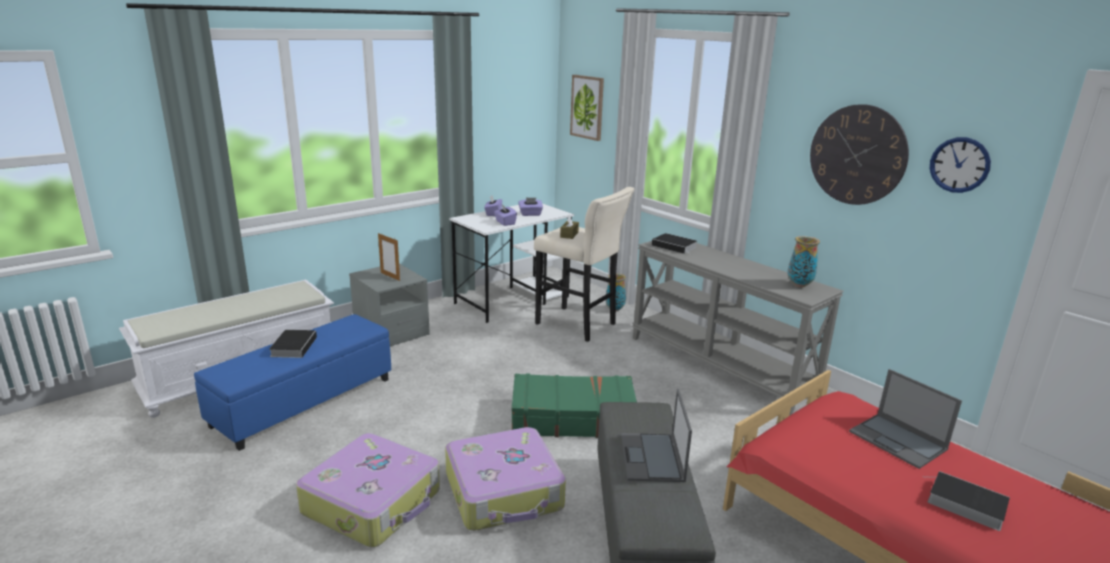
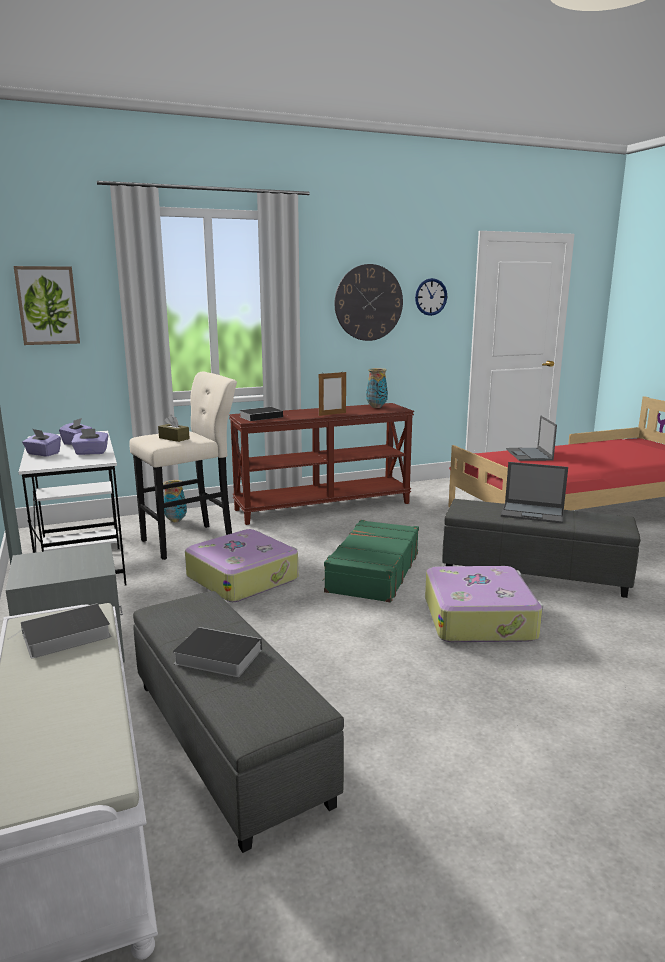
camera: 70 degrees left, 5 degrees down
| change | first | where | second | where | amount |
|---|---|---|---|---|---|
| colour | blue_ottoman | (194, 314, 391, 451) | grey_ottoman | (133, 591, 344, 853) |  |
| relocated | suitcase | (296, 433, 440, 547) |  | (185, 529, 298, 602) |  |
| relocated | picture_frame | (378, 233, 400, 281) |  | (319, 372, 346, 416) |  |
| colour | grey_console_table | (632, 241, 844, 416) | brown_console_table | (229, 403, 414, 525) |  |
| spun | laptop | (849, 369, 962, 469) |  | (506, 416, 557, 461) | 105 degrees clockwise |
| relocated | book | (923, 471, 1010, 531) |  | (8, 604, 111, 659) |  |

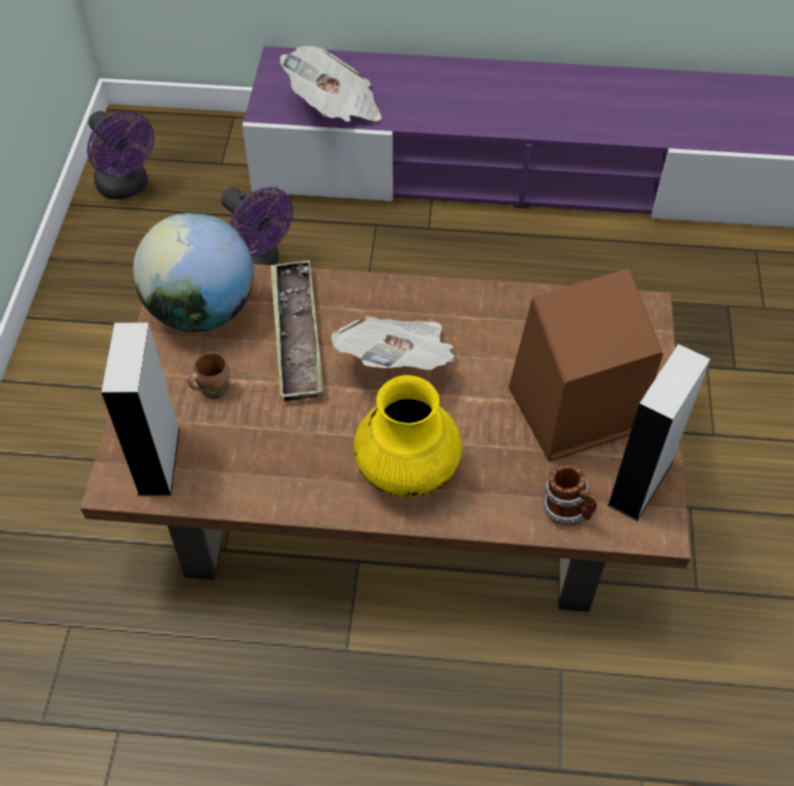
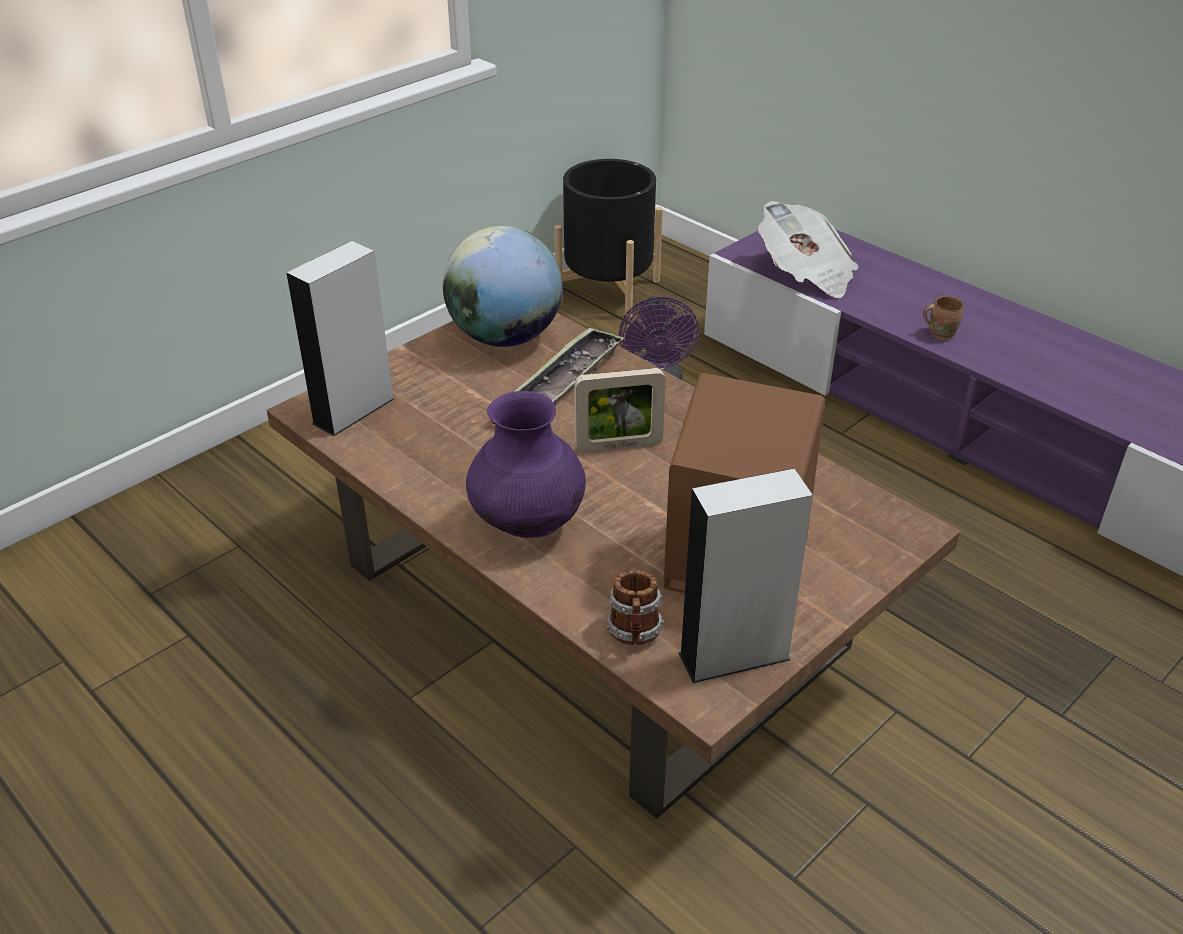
camera: 40 degrees right, 15 degrees down
| change | first | where | second | where | amount |
|---|---|---|---|---|---|
| exchanged | purple_fan | (87, 111, 154, 199) | black_planter | (554, 159, 663, 318) |  |
| relocated | brown_mug | (188, 352, 230, 400) |  | (923, 296, 964, 340) |  |
| exchanged | newspaper | (331, 316, 455, 370) | picture_frame | (574, 368, 666, 453) |  |
| colour | yellow_vase | (354, 375, 462, 497) | purple_vase | (466, 391, 586, 538) |  |

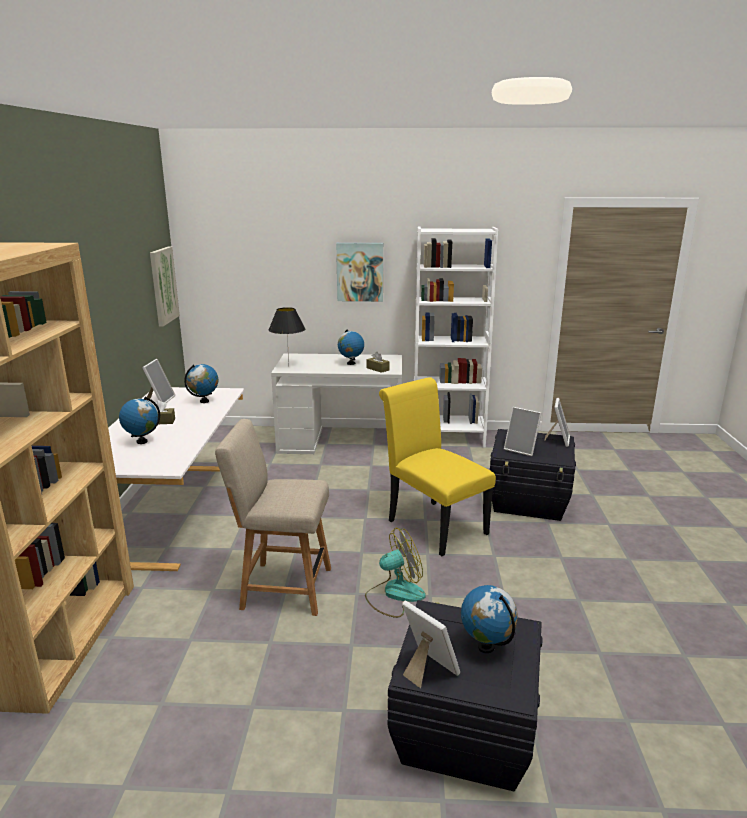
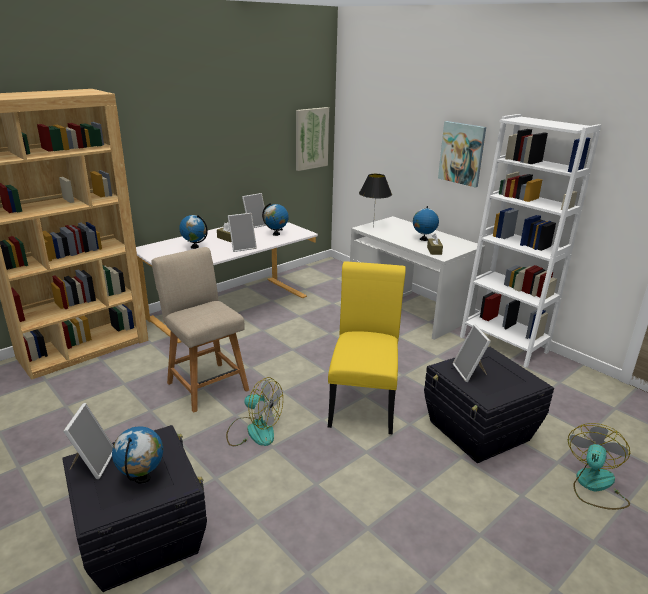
camera: 45 degrees right, 5 degrees up
| change | first | where | second | where | amount |
|---|---|---|---|---|---|
| relocated | picture_frame | (544, 398, 570, 447) |  | (228, 213, 257, 252) |  |
| appeared |  |  | fan | (568, 423, 630, 510) |  |

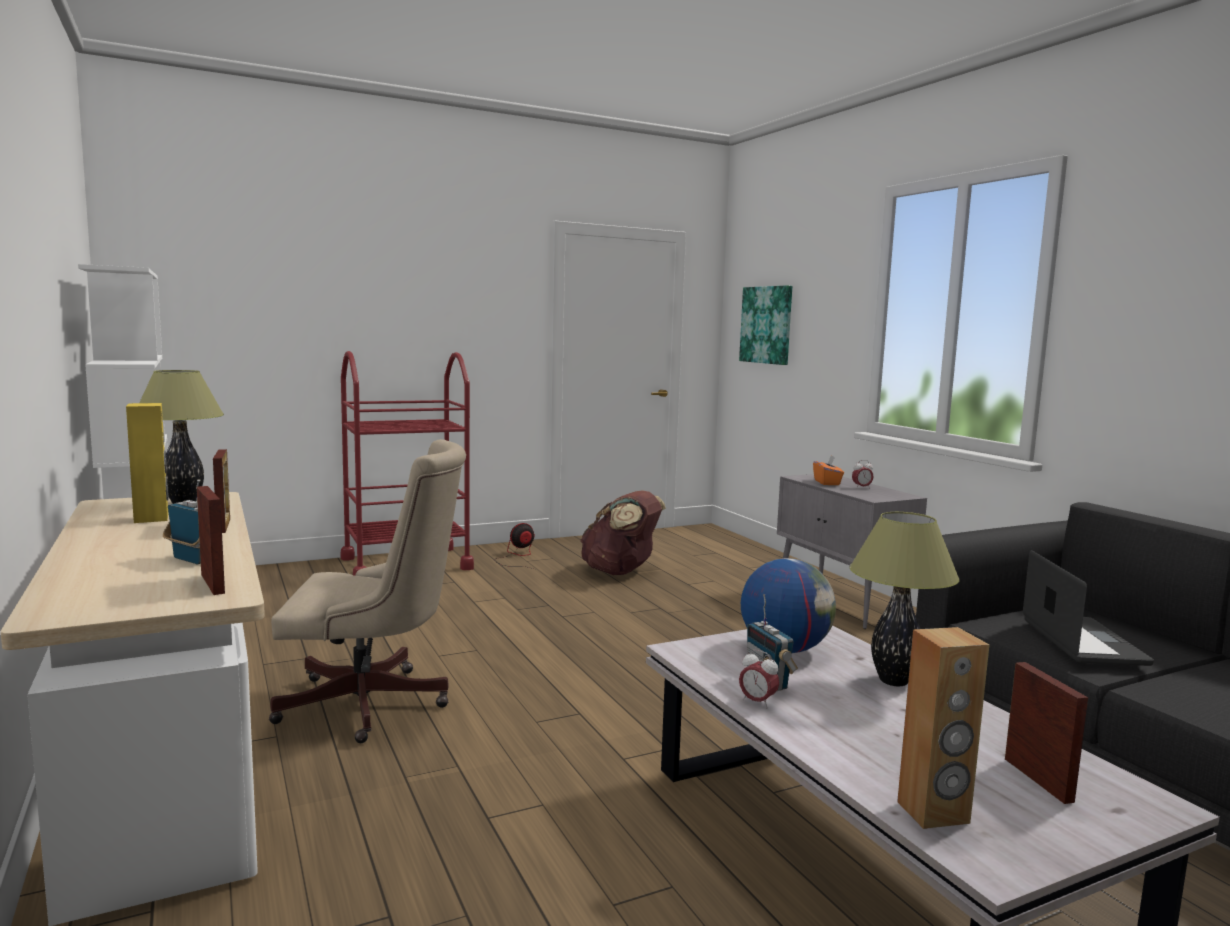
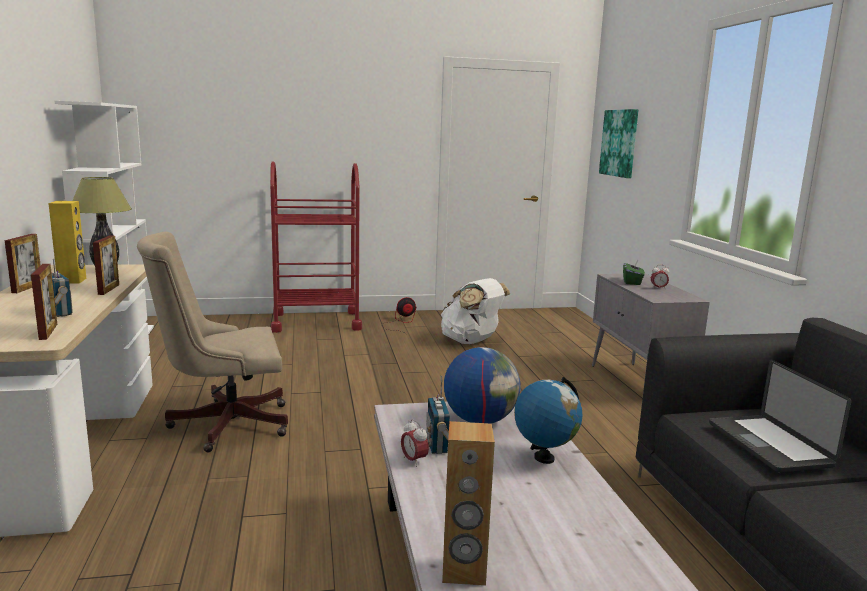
camera: 15 degrees right, 5 degrees up
| change | first | where | second | where | amount |
|---|---|---|---|---|---|
| spun | beige_office_chair | (269, 439, 466, 743) |  | (137, 232, 288, 453) | 150 degrees clockwise |
| colour | brown_backpack | (580, 490, 666, 575) | white_backpack | (441, 278, 510, 344) |  |
| colour | orange_tissue_box | (813, 455, 844, 485) | green_tissue_box | (623, 260, 645, 285) |  |
| exchanged | table_lamp | (850, 512, 960, 686) | globe | (514, 377, 583, 464) |  |
| relocated | picture_frame | (1005, 662, 1088, 804) |  | (5, 234, 41, 293) |  |
| spun | laptop | (1023, 550, 1154, 666) |  | (709, 360, 851, 472) | 150 degrees clockwise |

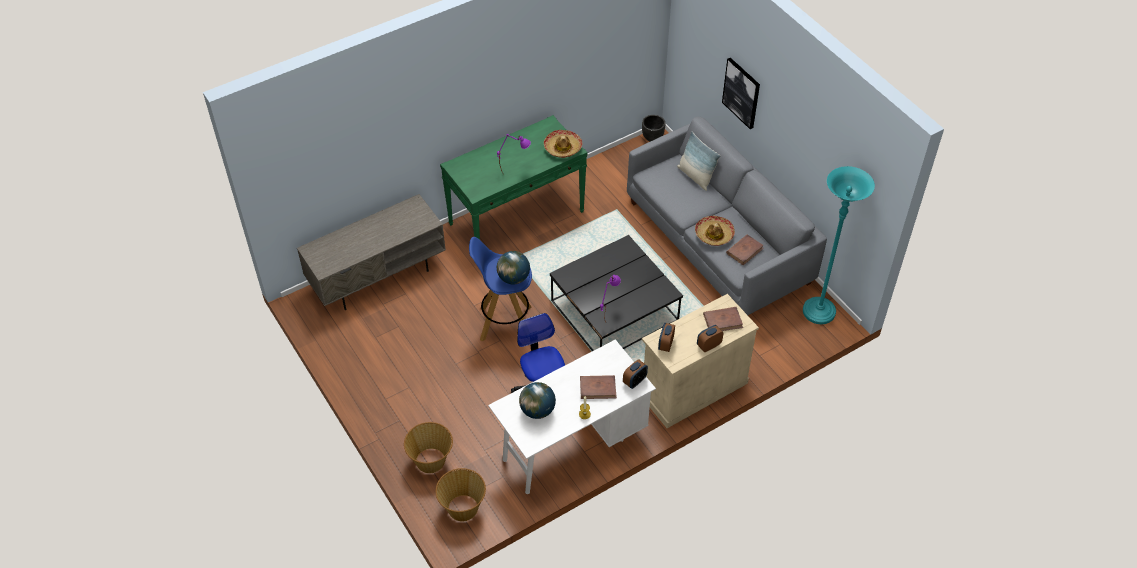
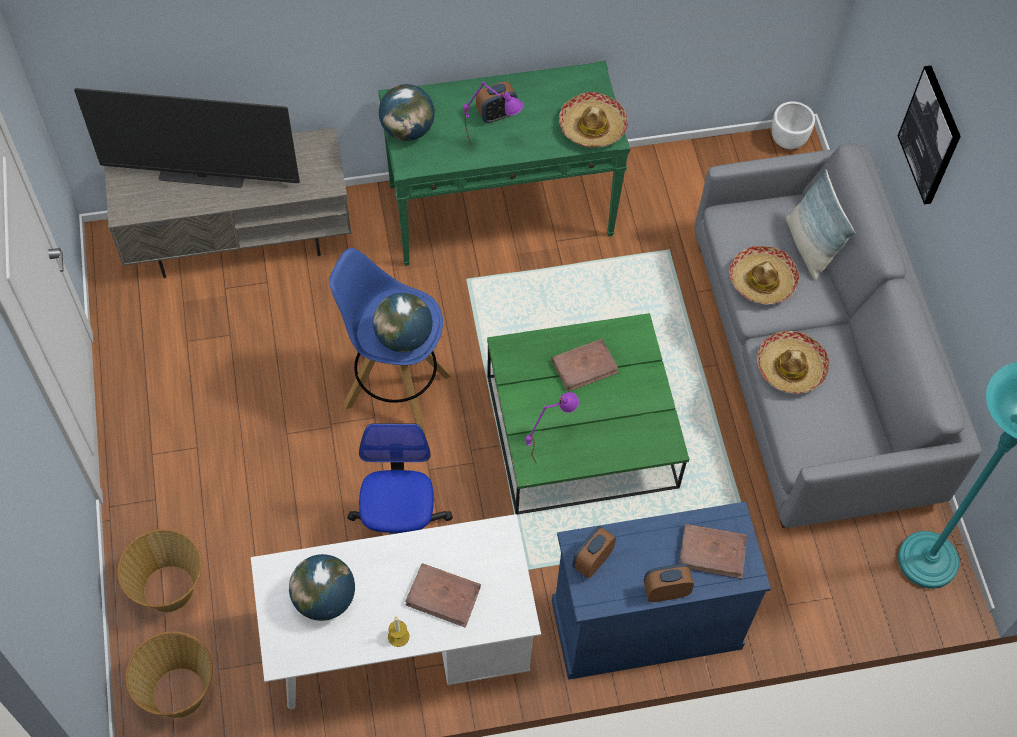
camera: 20 degrees right, 10 degrees up
| change | first | where | second | where | amount |
|---|---|---|---|---|---|
| colour | black_coffee_table | (550, 235, 683, 351) | green_coffee_table | (487, 313, 689, 515) |  |
| relocated | alarm_clock | (623, 359, 648, 389) |  | (476, 81, 518, 123) |  |
| colour | black_planter | (642, 115, 665, 142) | white_planter | (772, 101, 815, 149) |  |
| colour | beige_cabinet | (642, 294, 759, 428) | blue_cabinet | (552, 502, 771, 680) |  |
| relocated | brown_book | (726, 234, 764, 265) |  | (551, 339, 619, 392) |  |
| appeared |  |  | television | (74, 88, 300, 188) |  |
| appeared |  |  | globe | (379, 84, 435, 141) |  |
| appeared |  |  | hat | (729, 246, 799, 304) |  |

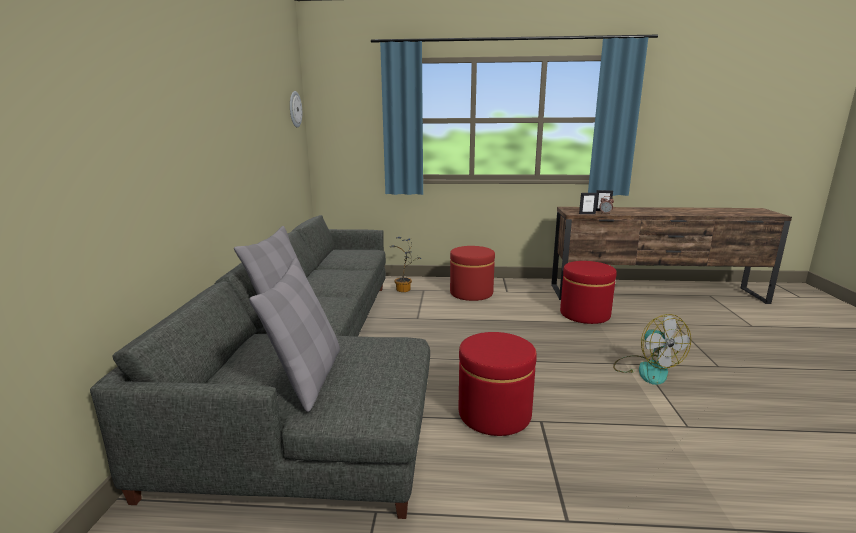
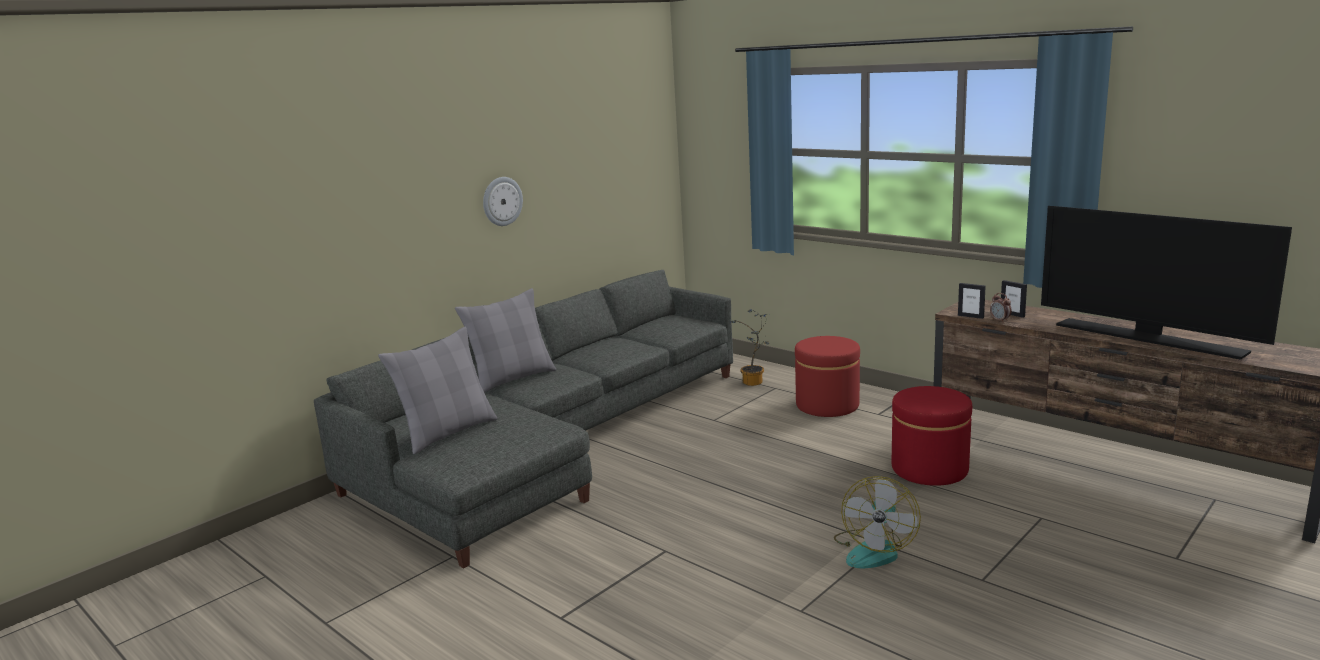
camera: 40 degrees right, 0 degrees up
| change | first | where | second | where | amount |
|---|---|---|---|---|---|
| relocated | wall_clock | (290, 91, 302, 128) |  | (483, 177, 523, 226) |  |
| missing | red_ottoman | (459, 332, 537, 436) |  |  |  |
| appeared |  |  | television | (1041, 206, 1292, 360) |  |

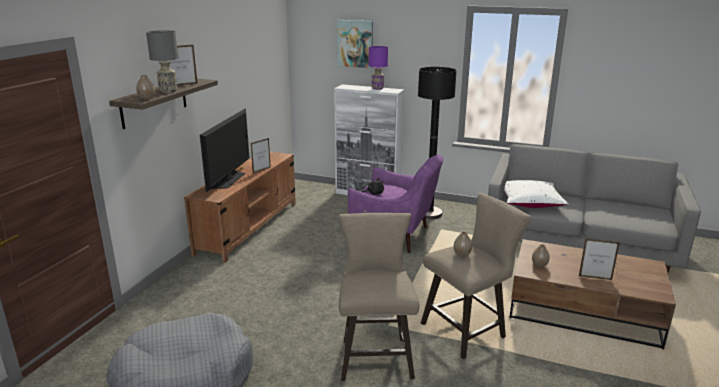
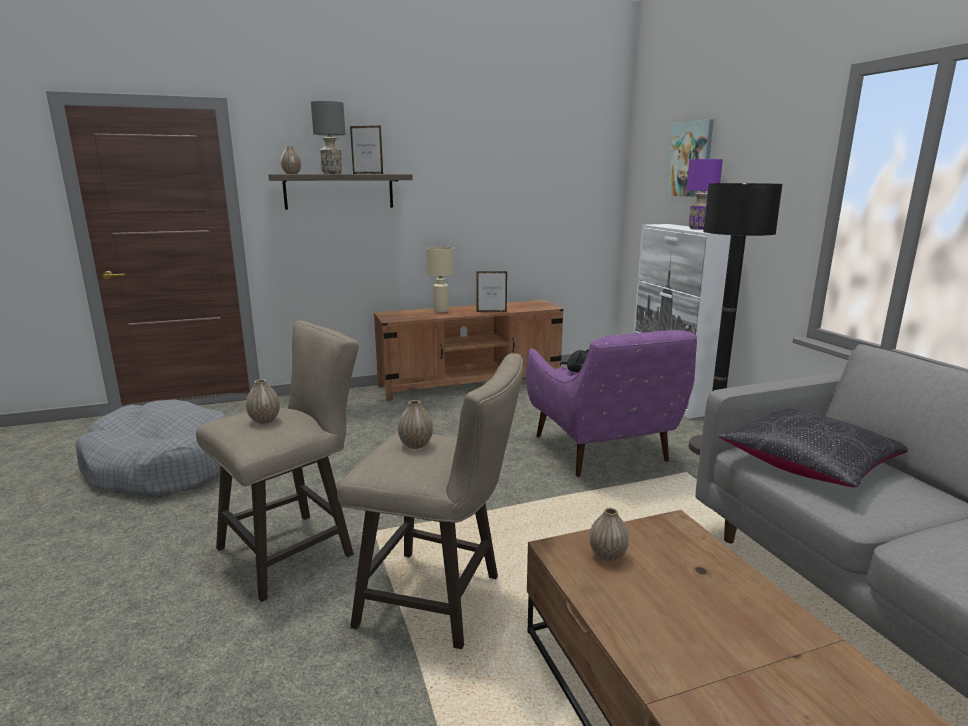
camera: 50 degrees right, 5 degrees down
| change | first | where | second | where | amount |
|---|---|---|---|---|---|
| exchanged | television | (200, 109, 250, 192) | beige_table_lamp | (426, 246, 454, 313) |  |
| colour | white_pillow | (504, 180, 569, 208) | black_pillow | (718, 409, 908, 487) |  |
| missing | picture_frame | (579, 239, 620, 280) |  |  |  |
| appeared |  |  | vase | (246, 379, 280, 424) |  |

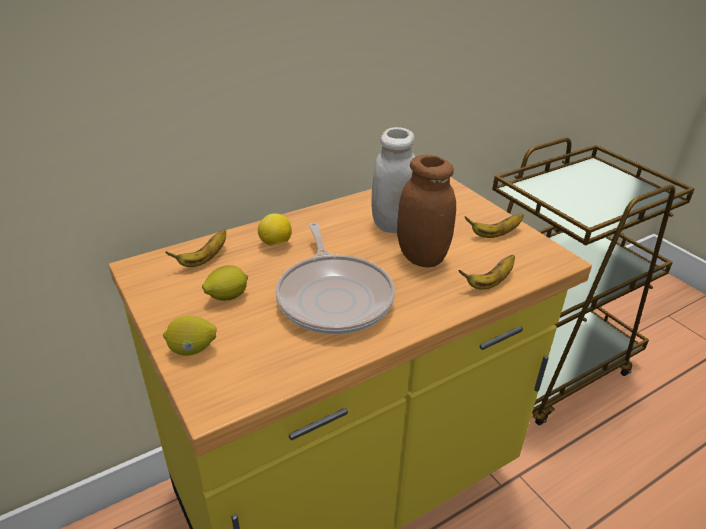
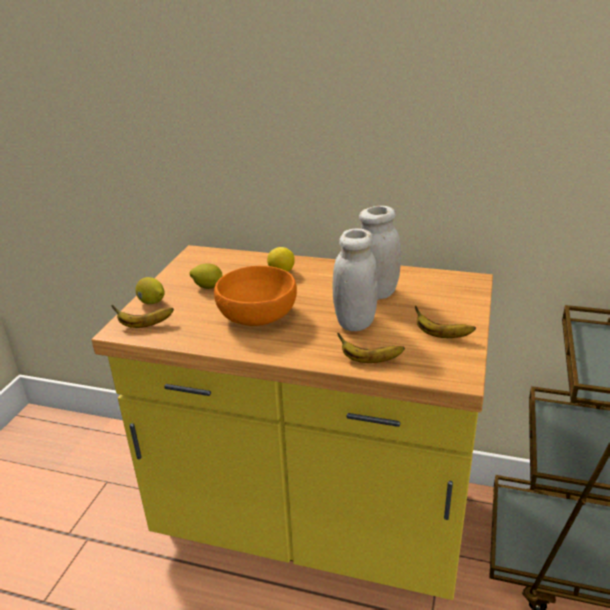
camera: 50 degrees right, 5 degrees down
| change | first | where | second | where | amount |
|---|---|---|---|---|---|
| relocated | banana | (165, 229, 226, 267) |  | (111, 305, 174, 328) |  |
| exchanged | frying_pan | (276, 223, 395, 334) | orange_bowl | (214, 266, 297, 326) |  |
| colour | brown_jar | (397, 155, 456, 267) | white_jar | (333, 229, 378, 331) |  |

